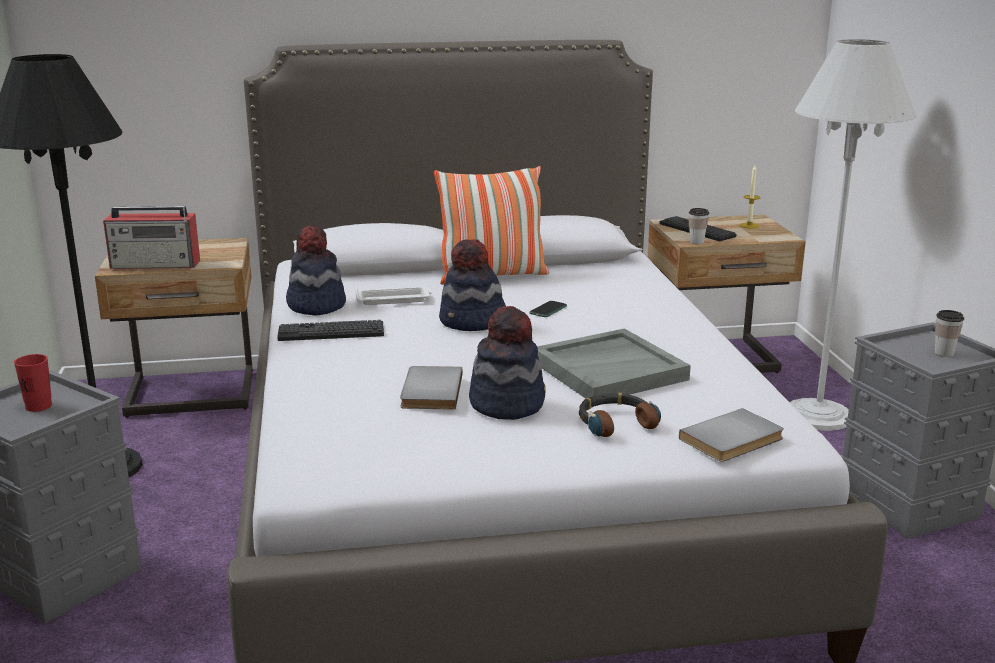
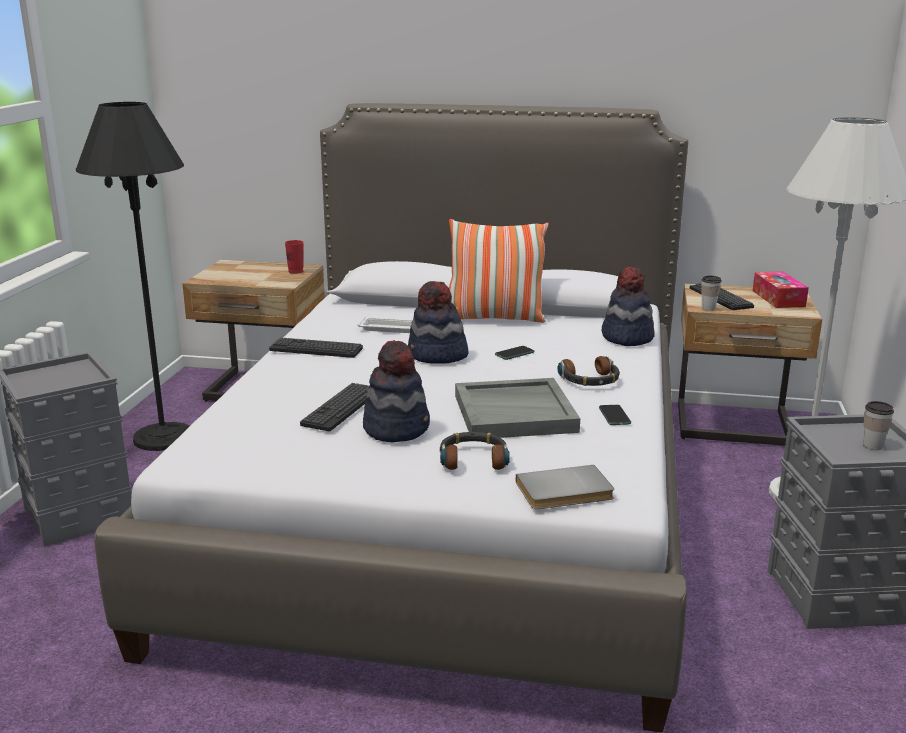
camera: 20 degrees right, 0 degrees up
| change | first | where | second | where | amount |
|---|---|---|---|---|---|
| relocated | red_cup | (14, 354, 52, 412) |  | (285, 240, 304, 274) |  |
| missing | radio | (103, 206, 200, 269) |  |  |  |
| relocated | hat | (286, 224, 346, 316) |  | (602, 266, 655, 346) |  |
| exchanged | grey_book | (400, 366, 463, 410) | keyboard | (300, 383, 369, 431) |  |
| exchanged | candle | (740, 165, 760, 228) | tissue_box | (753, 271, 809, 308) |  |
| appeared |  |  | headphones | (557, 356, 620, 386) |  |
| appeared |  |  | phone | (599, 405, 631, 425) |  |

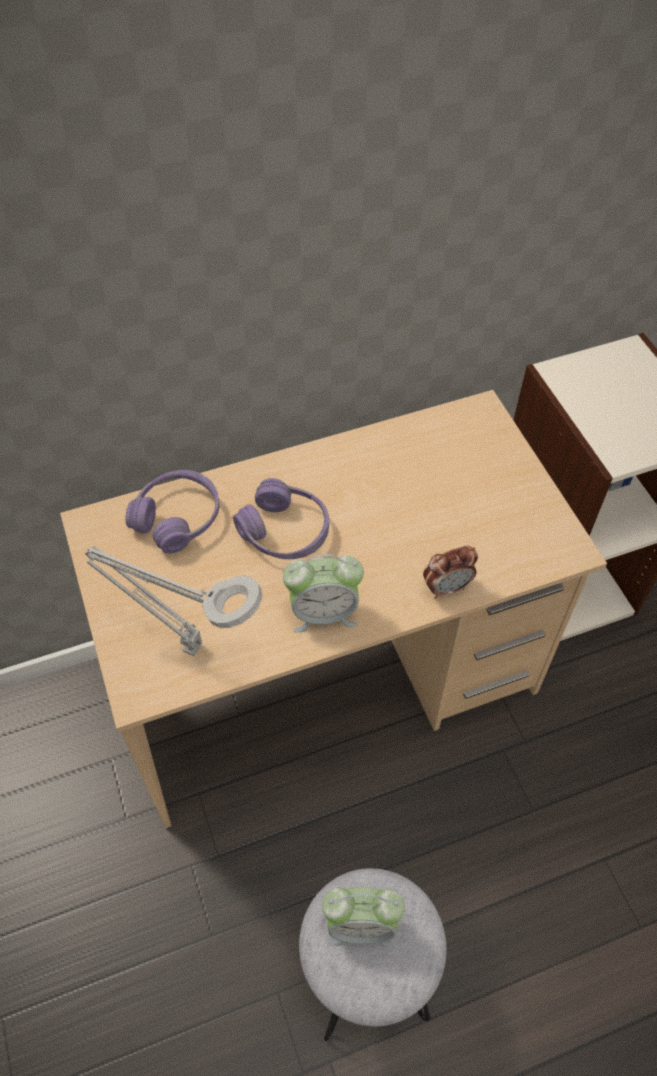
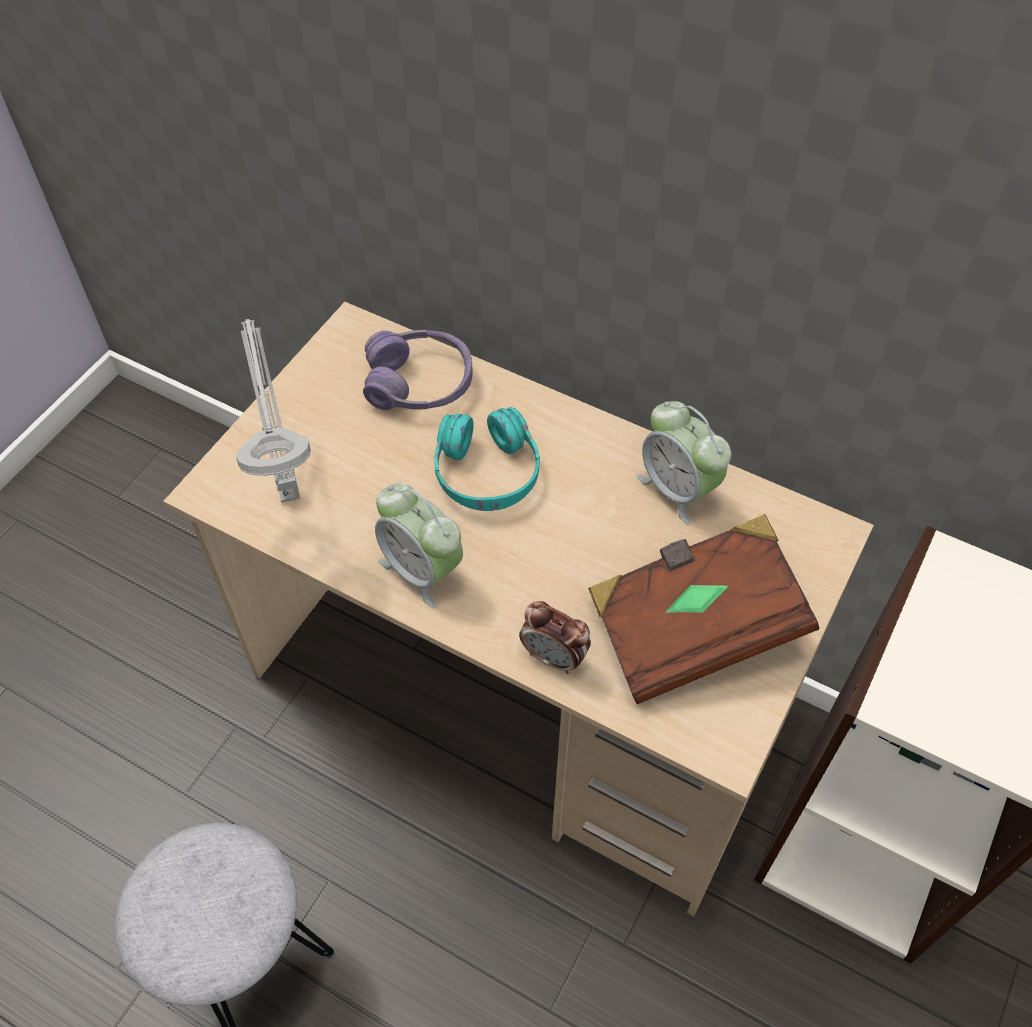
camera: 50 degrees right, 0 degrees up
| change | first | where | second | where | amount |
|---|---|---|---|---|---|
| colour | purple_headphones | (233, 478, 329, 559) | turquoise_headphones | (434, 407, 540, 511) |  |
| relocated | alarm_clock | (322, 887, 405, 947) |  | (637, 401, 731, 525) |  |
| appeared |  |  | brown_book | (588, 514, 819, 704) |  |

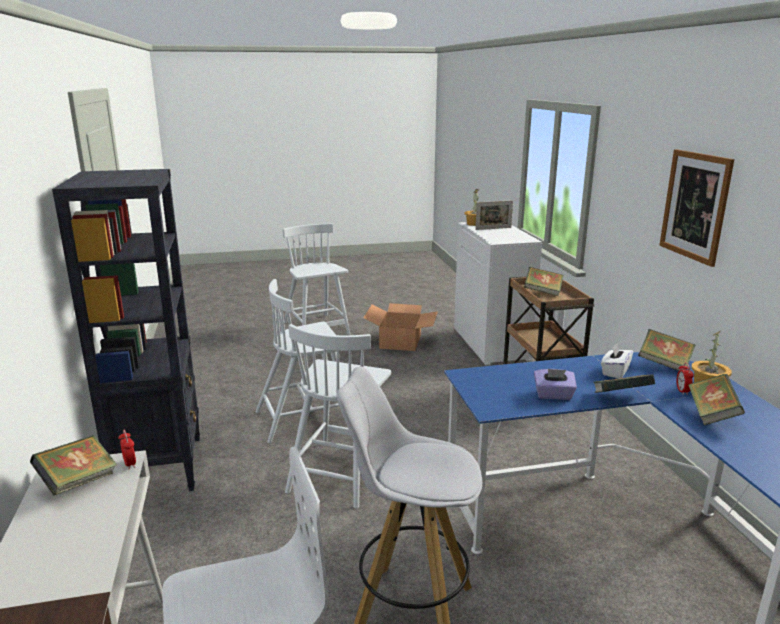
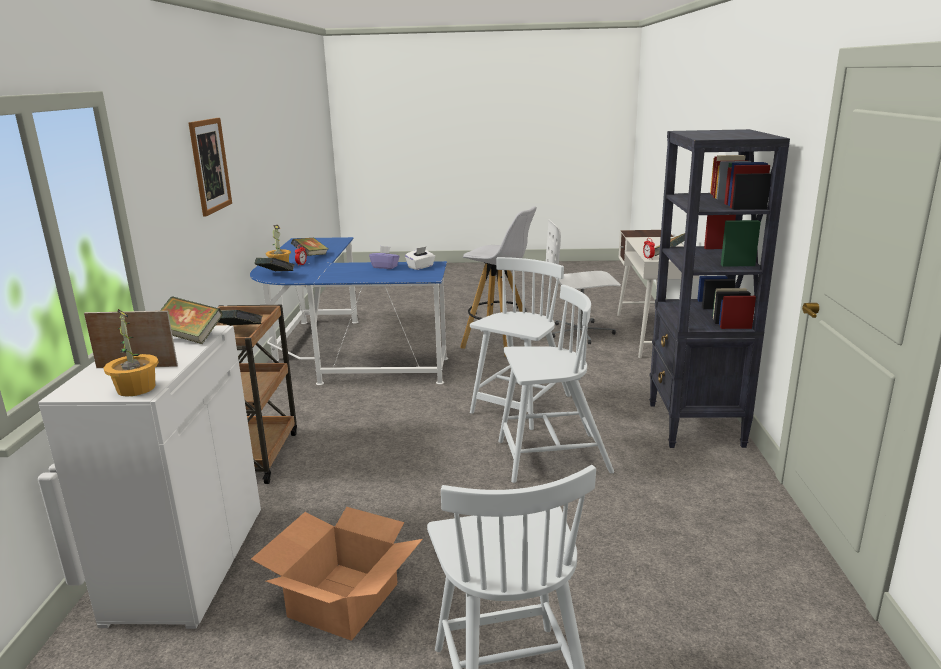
camera: 165 degrees left, 0 degrees up
| change | first | where | second | where | amount |
|---|---|---|---|---|---|
| relocated | book | (594, 375, 655, 393) |  | (160, 296, 223, 344) |  |
| relocated | white_tissue_box | (601, 342, 633, 379) |  | (405, 247, 435, 270) |  |

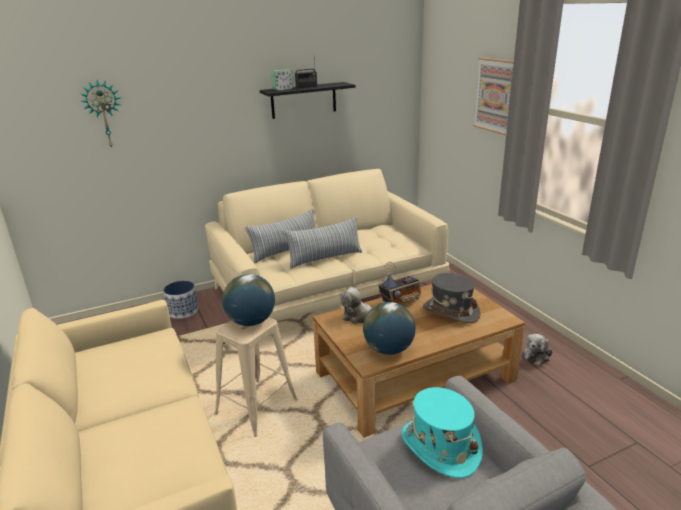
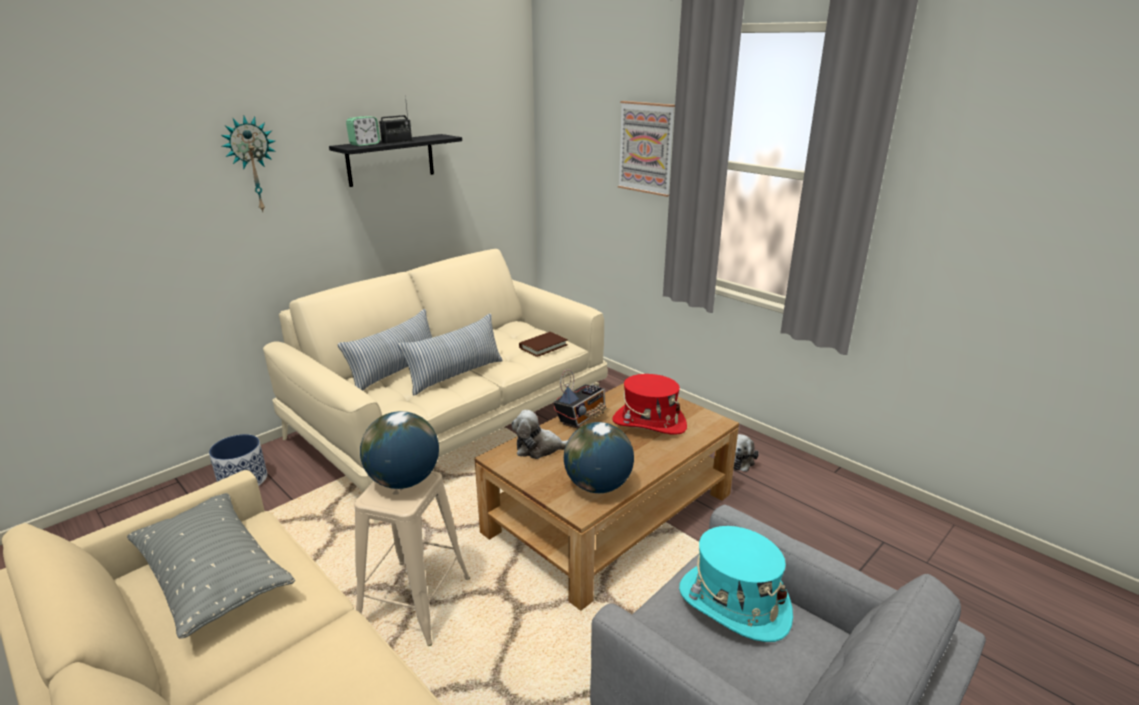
camera: 20 degrees left, 0 degrees up
| change | first | where | second | where | amount |
|---|---|---|---|---|---|
| relocated | wall_clock | (80, 80, 121, 149) |  | (221, 116, 275, 212) |  |
| colour | grey_hat | (423, 273, 480, 323) | red_hat | (612, 374, 687, 435) |  |
| appeared |  |  | grey_pillow | (127, 493, 295, 639) |  |
| appeared |  |  | brown_book | (519, 332, 568, 357) |  |

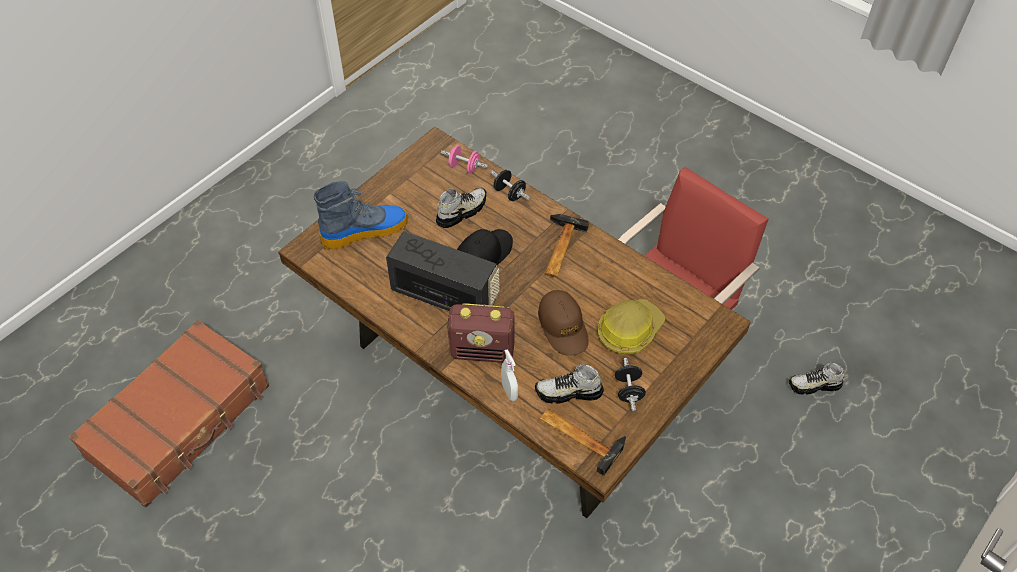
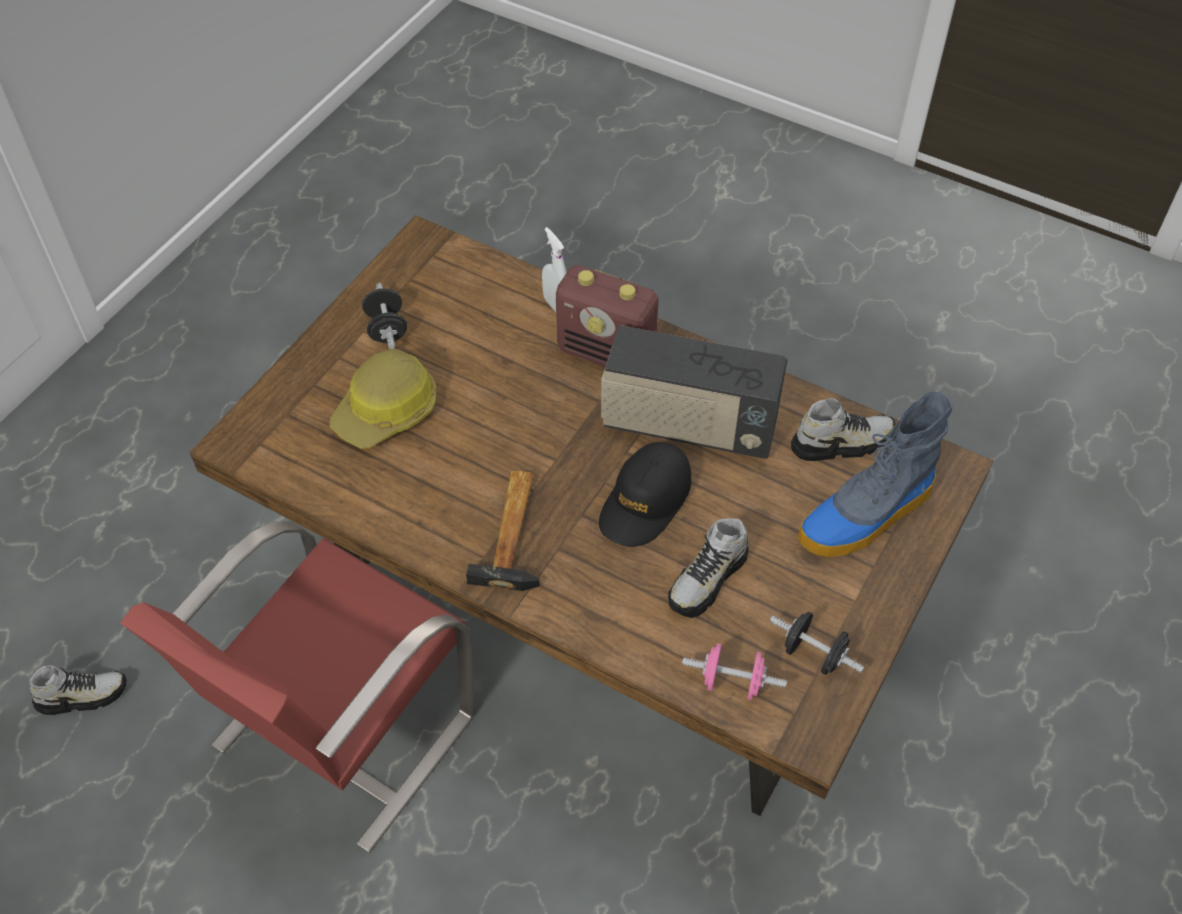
camera: 170 degrees right, 0 degrees up
| change | first | where | second | where | amount |
|---|---|---|---|---|---|
| missing | brown_suitcase | (69, 320, 269, 507) |  |  |  |
| spun | radio | (447, 303, 515, 363) |  | (556, 265, 659, 367) | 150 degrees counterclockwise |
| relocated | black_dumbbell | (491, 170, 530, 201) |  | (770, 612, 864, 675) |  |
| relocated | shoe | (535, 364, 604, 404) |  | (791, 398, 896, 461) |  |
| missing | brown_cap | (538, 290, 589, 356) |  |  |  |
| missing | hammer | (540, 408, 626, 476) |  |  |  |

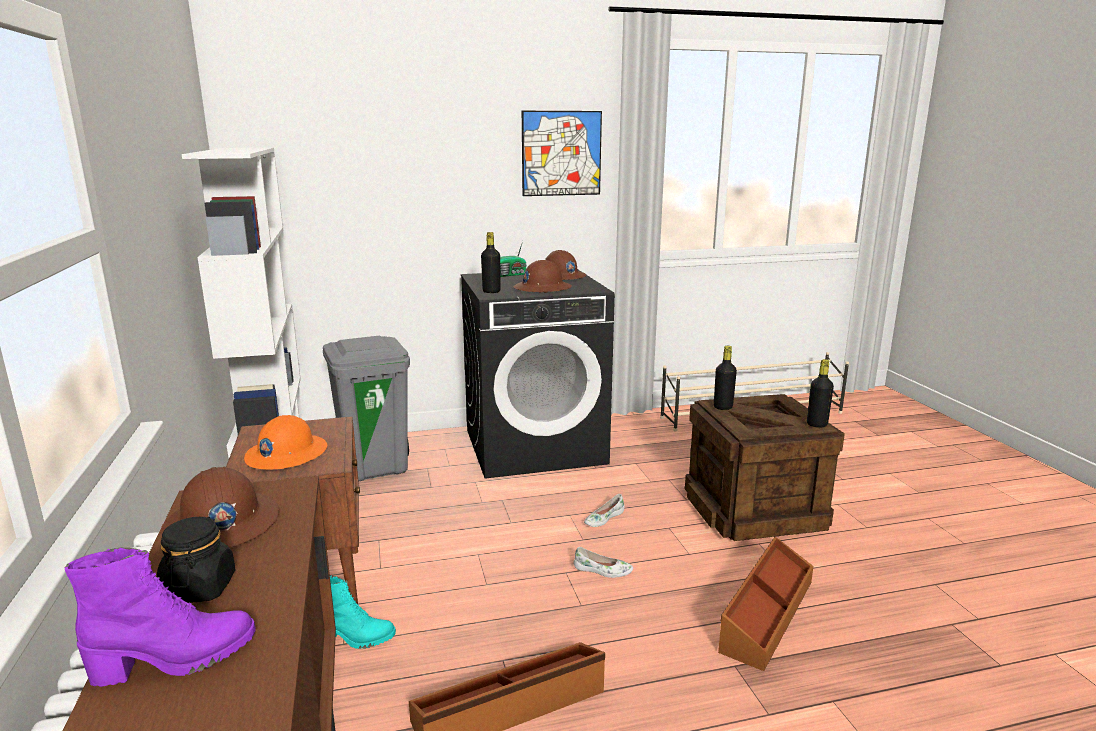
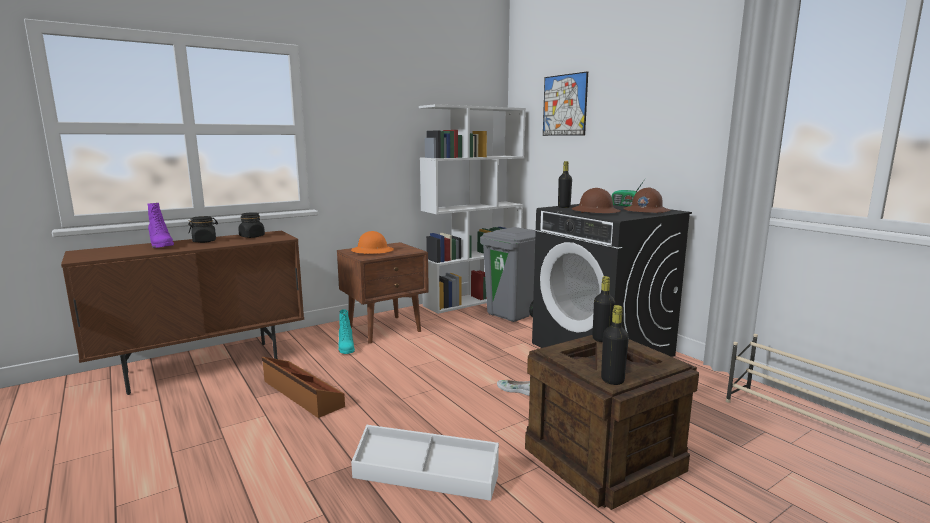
camera: 70 degrees right, 5 degrees down
| change | first | where | second | where | amount |
|---|---|---|---|---|---|
| exchanged | brown_hard_hat | (161, 467, 279, 547) | black_jar | (238, 213, 265, 238) |  |
| relocated | picture | (522, 111, 602, 196) |  | (543, 71, 588, 136) |  |
| missing | white_shoe | (573, 547, 633, 578) |  |  |  |
| colour | brown_storage_box | (718, 537, 814, 671) | white_storage_box | (351, 425, 499, 501) |  |

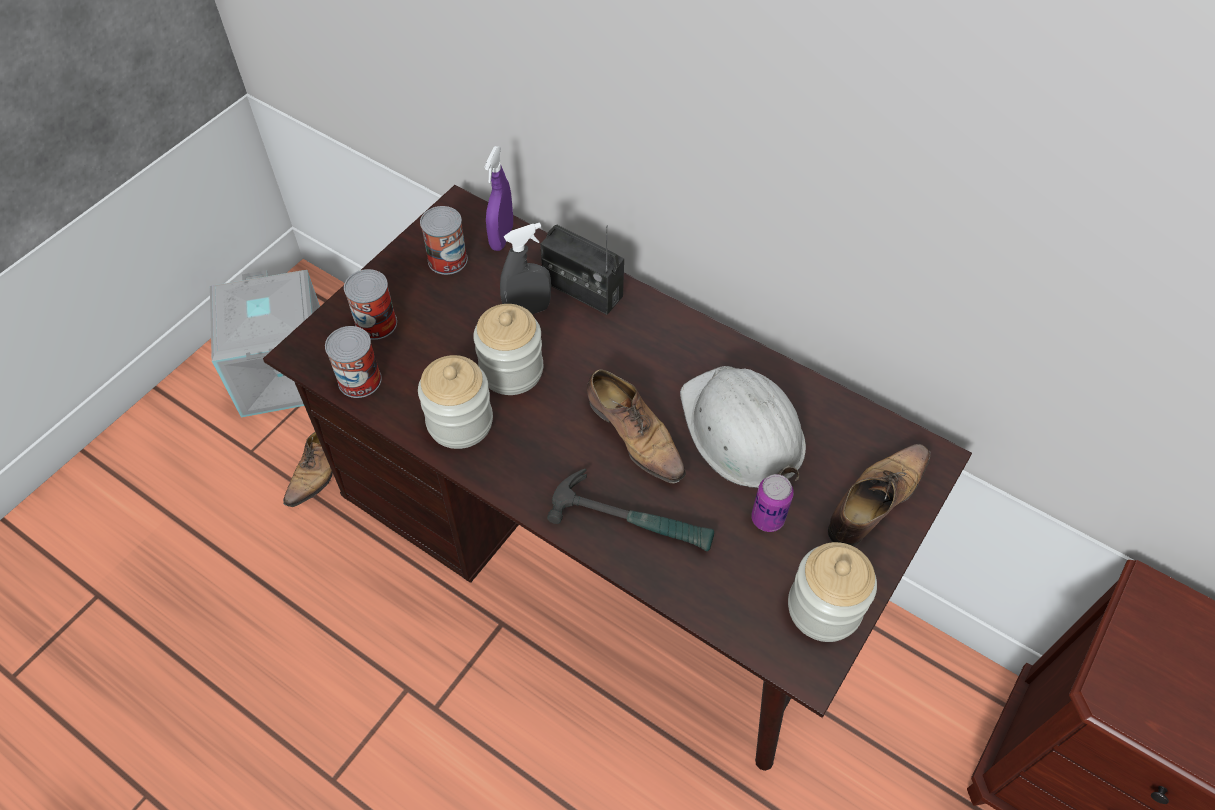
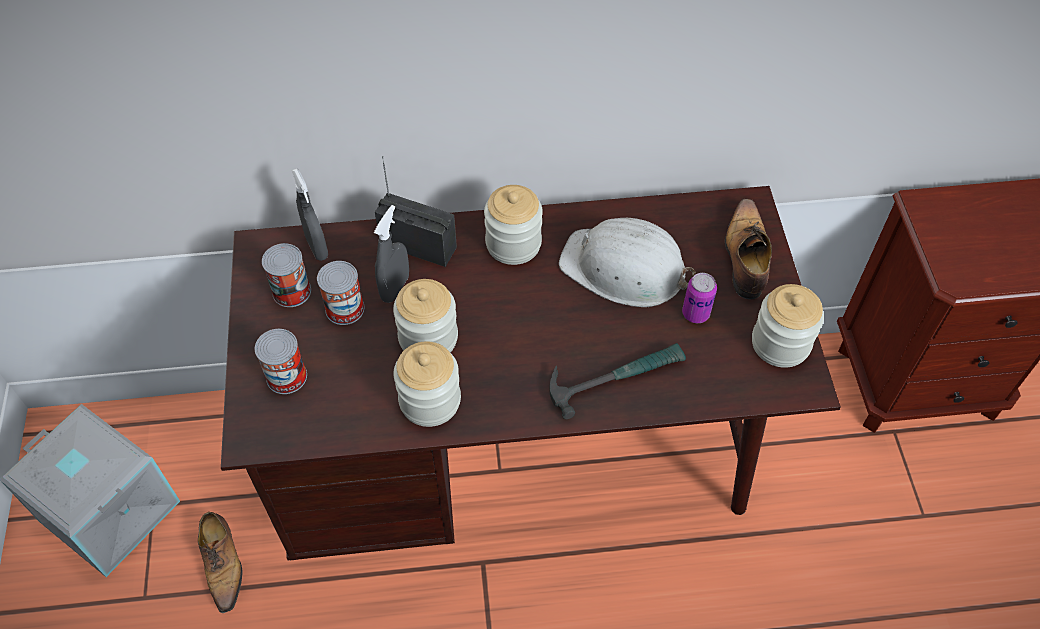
camera: 40 degrees left, 0 degrees up
| change | first | where | second | where | amount |
|---|---|---|---|---|---|
| relocated | can | (325, 326, 382, 398) |  | (317, 261, 364, 325) |  |
| colour | purple_spray_bottle | (484, 146, 513, 251) | grey_spray_bottle | (292, 169, 328, 261) |  |
| spun | radio | (540, 225, 624, 315) |  | (375, 156, 457, 267) | 150 degrees counterclockwise |
| missing | shoe | (587, 369, 686, 483) |  |  |  |
| appeared |  |  | jar | (484, 185, 543, 265) |  |

